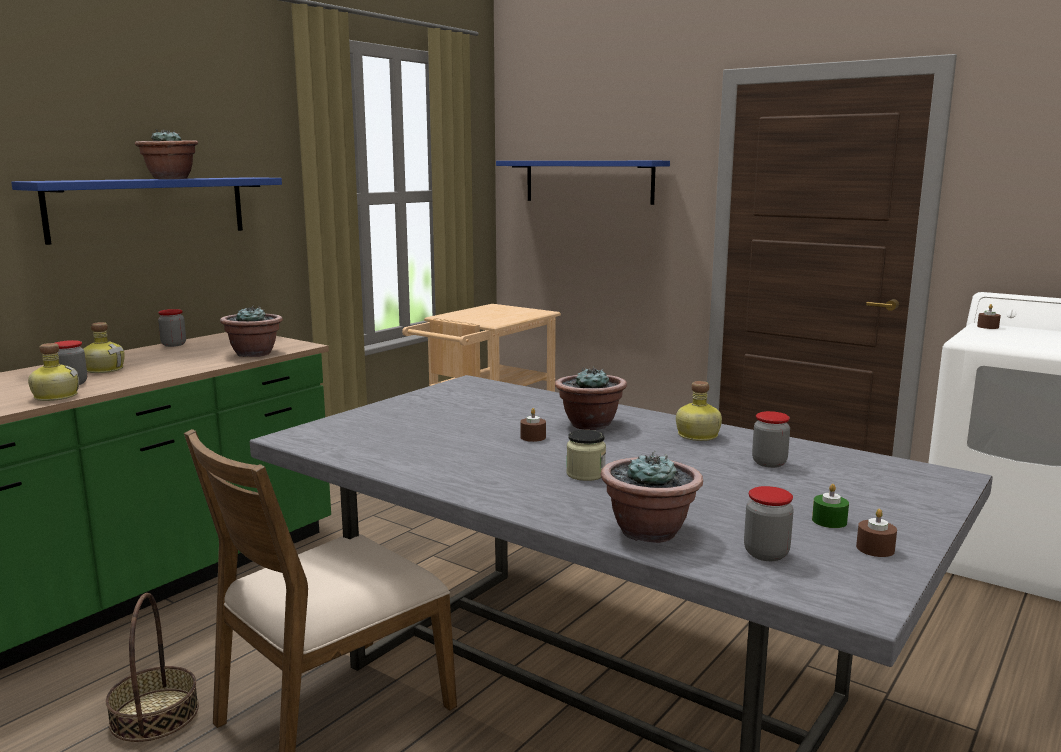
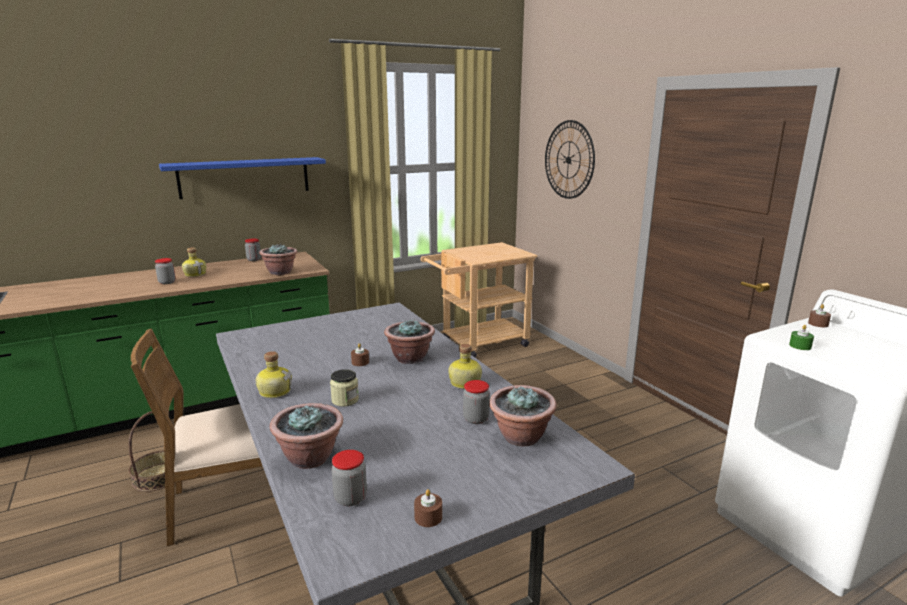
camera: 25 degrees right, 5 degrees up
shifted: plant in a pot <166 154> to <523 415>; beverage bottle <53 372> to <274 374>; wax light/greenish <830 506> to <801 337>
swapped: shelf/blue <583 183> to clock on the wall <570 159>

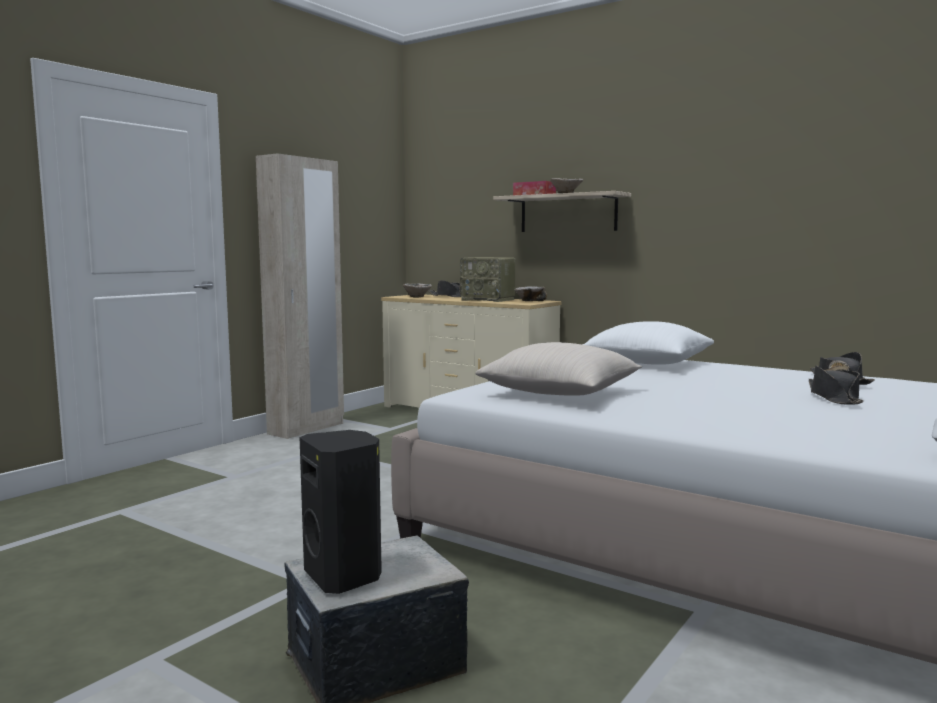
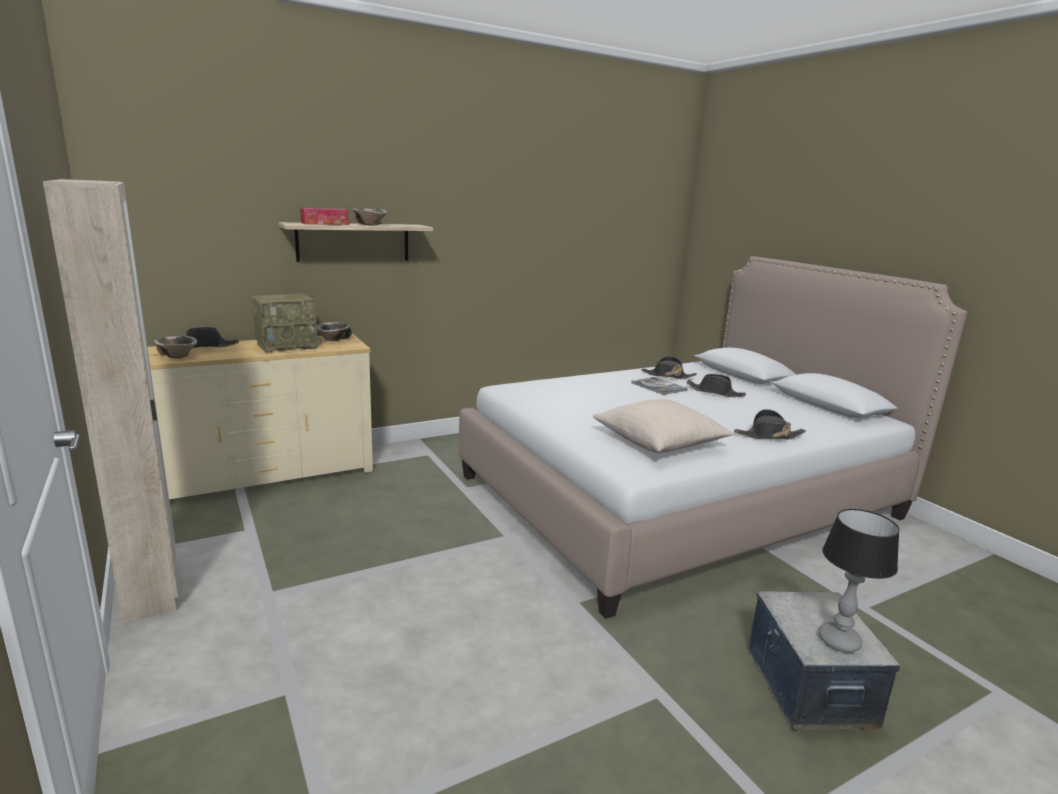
camera: 65 degrees left, 10 degrees up
gone: throw pillow/white <648 343>
new: book <659 386>; clothing hat/black <770 424>
swapped: speaker/black <340 512> to tabletop lamp <859 581>

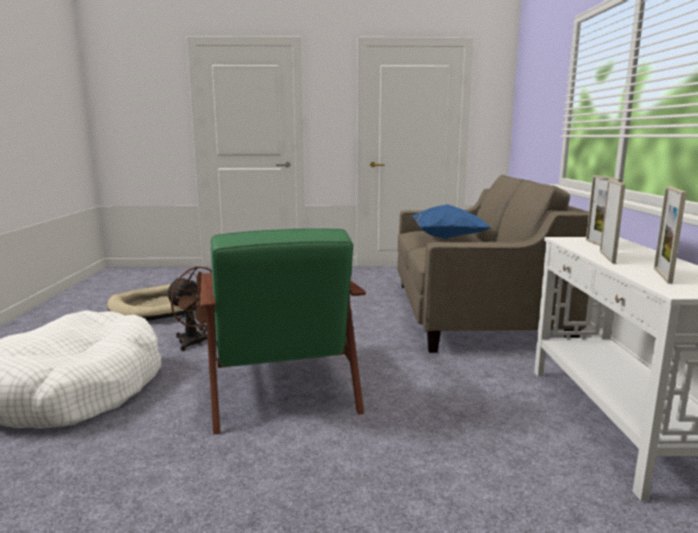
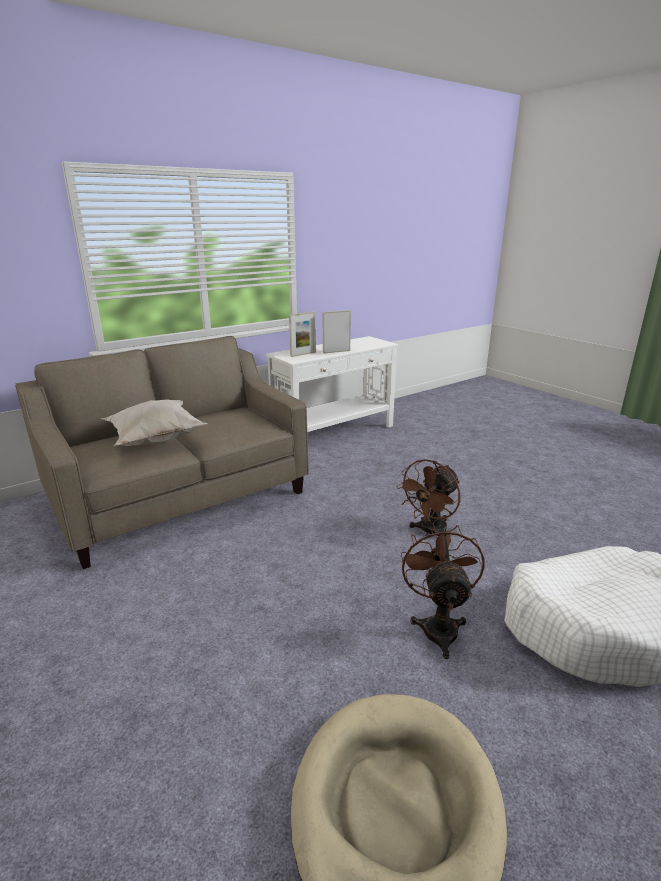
camera: 125 degrees left, 10 degrees up
gone: picture frame <670 235>
swapped: armchair/greenish <283 331> to cooling fan/brown-coloured <428 497>
repainted: throw pillow/blue <451 221> to throw pillow/white <154 422>

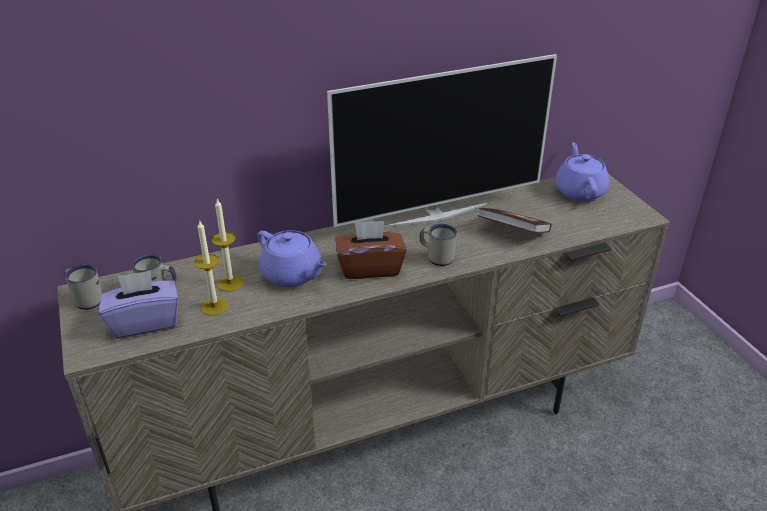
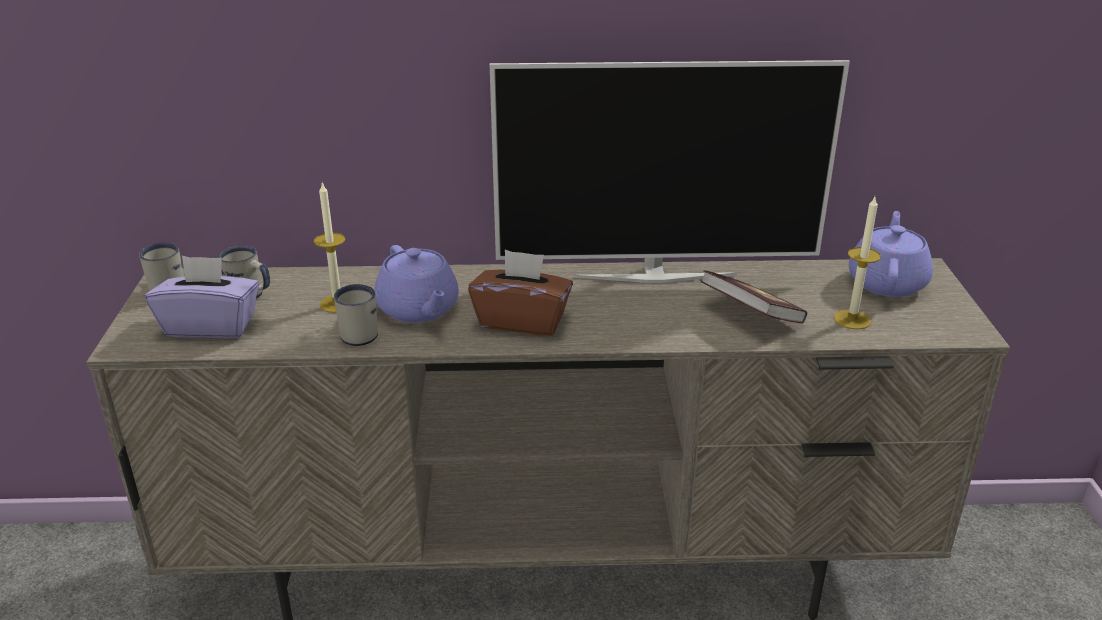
camera: 20 degrees right, 5 degrees down
shifted: wax light <211 268> to <857 263>; tea mug/white <438 245> to <356 315>

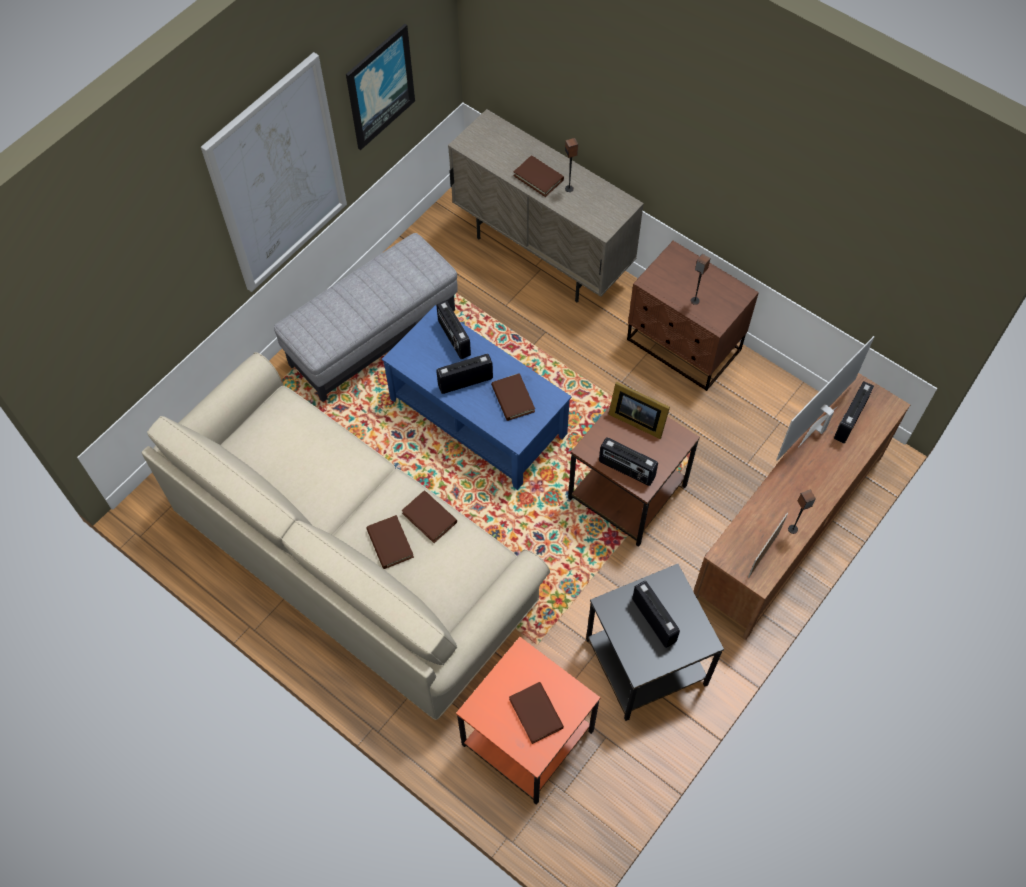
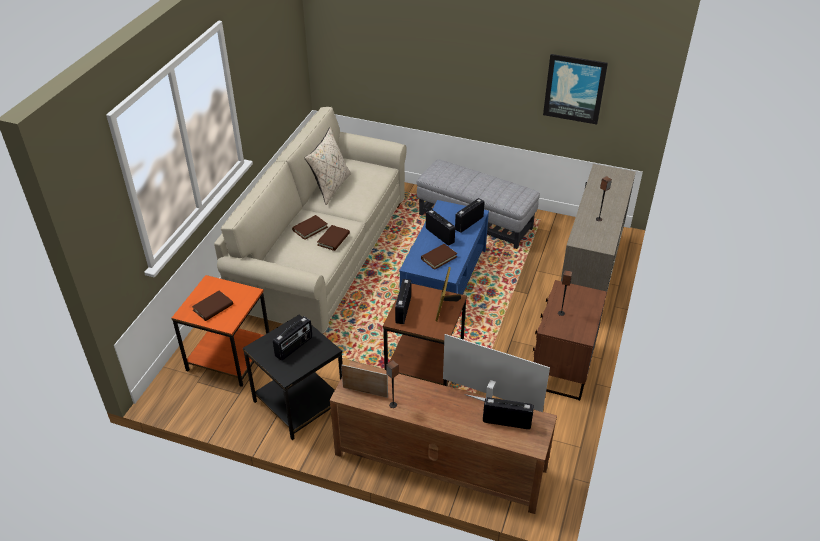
camera: 70 degrees right, 20 degrees down
gone: wall picture <274 172>; book/brown-coloured <539 176>
new: throw pillow/beige-coloured <327 166>

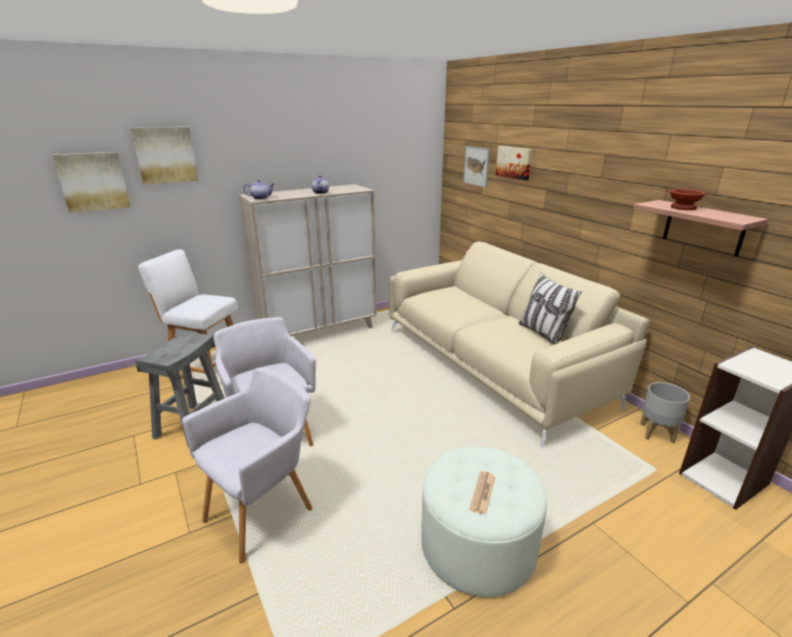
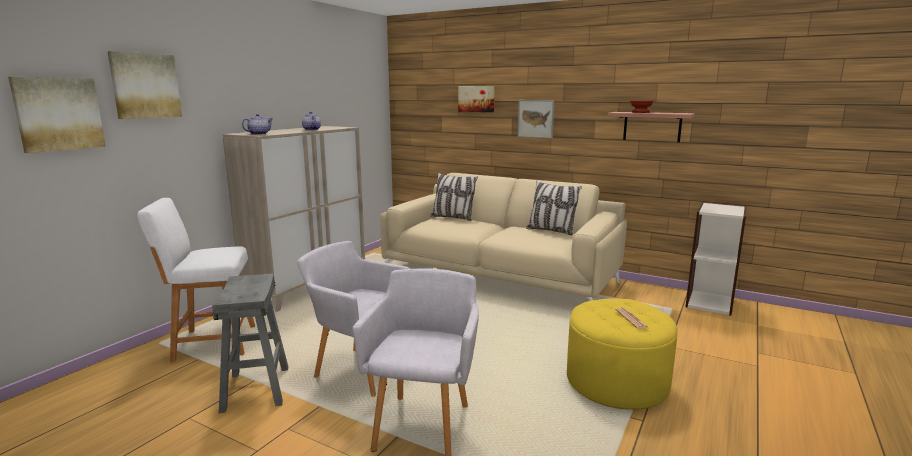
camera: 30 degrees left, 10 degrees down
gone: flower pot/greyish <665 413>
new: throw pillow <454 197>
shifted: wall picture <476 167> to <536 119>
repainted: ottoman/white <484 521> to ottoman/yellow <622 354>

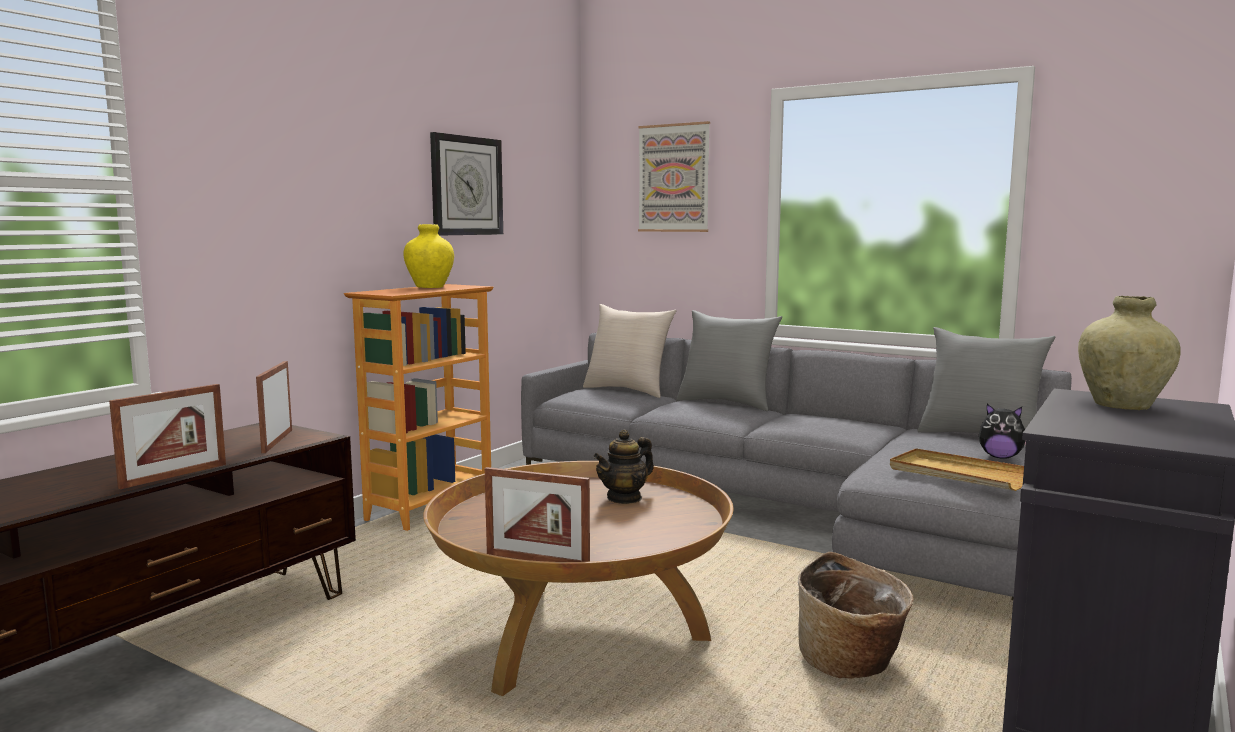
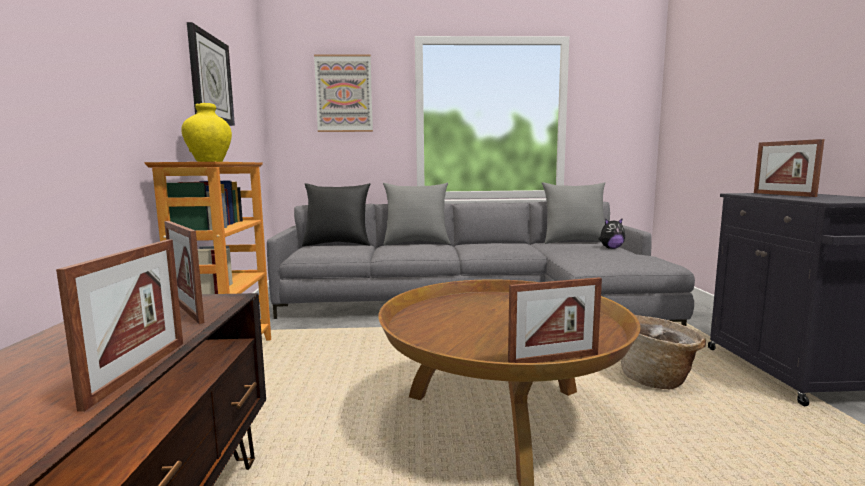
camera: 35 degrees left, 0 degrees up
gone: teapot <623 466>; serving tray/beige-coloured <957 469>
swapped: decorative vase/beige-coloured <1129 352> to picture frame <789 168>
repainted: throw pillow/beige-coloured <630 351> to throw pillow/black <336 214>

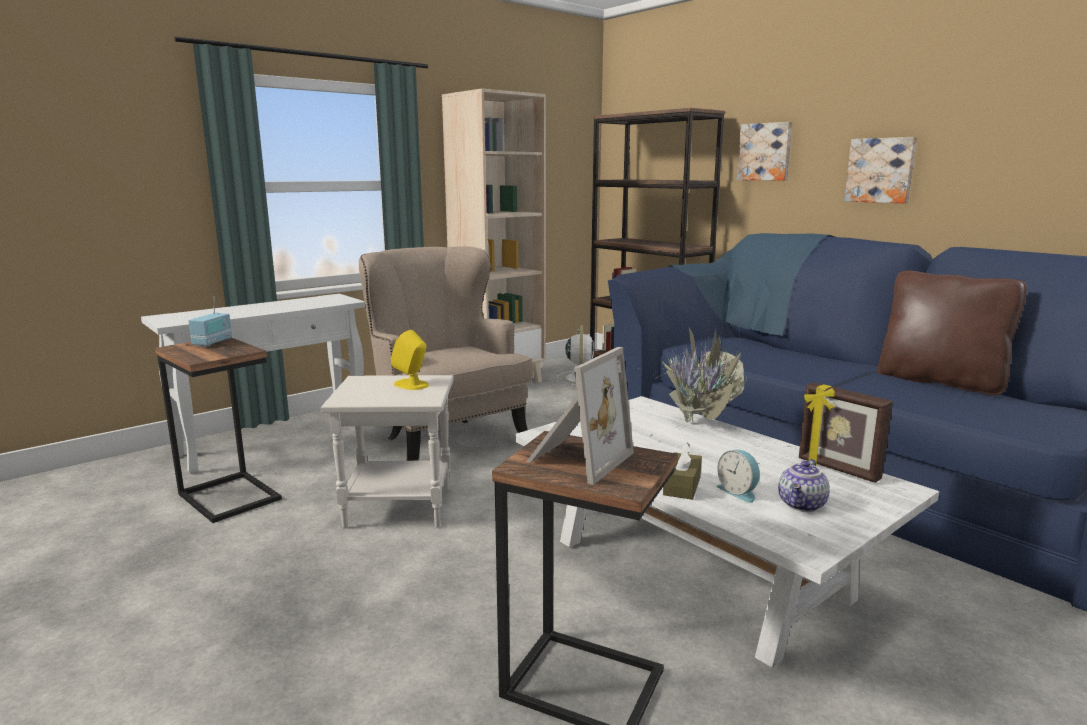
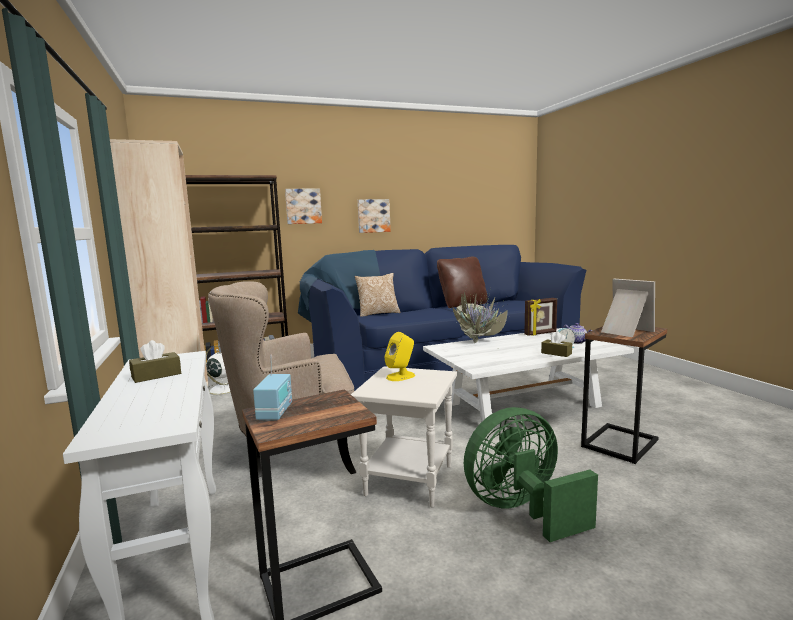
camera: 70 degrees left, 5 degrees down
new: throw pillow <377 294>; box of tissues/brown-coloured <155 361>; cooling fan/greenish <531 474>
rotated: radio <210 322> = <272 388> 60 degrees clockwise

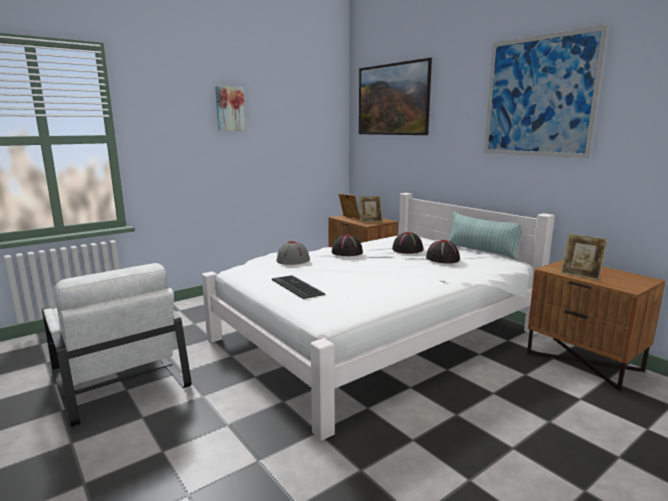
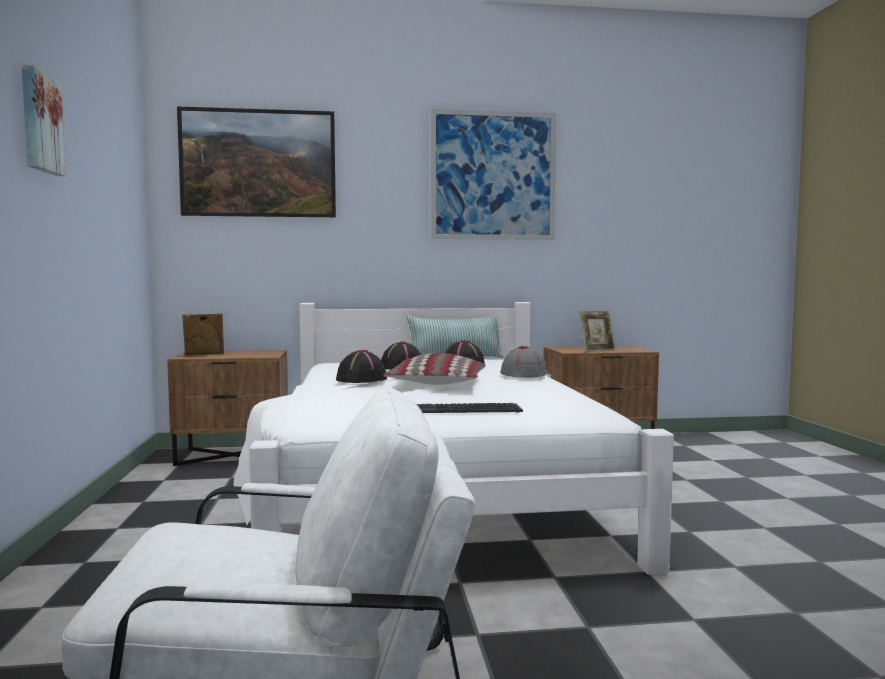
camera: 60 degrees left, 10 degrees down
gone: picture frame <370 209>
new: throw pillow <435 369>
shifted: clothing hat/greyish <293 253> to <524 362>

